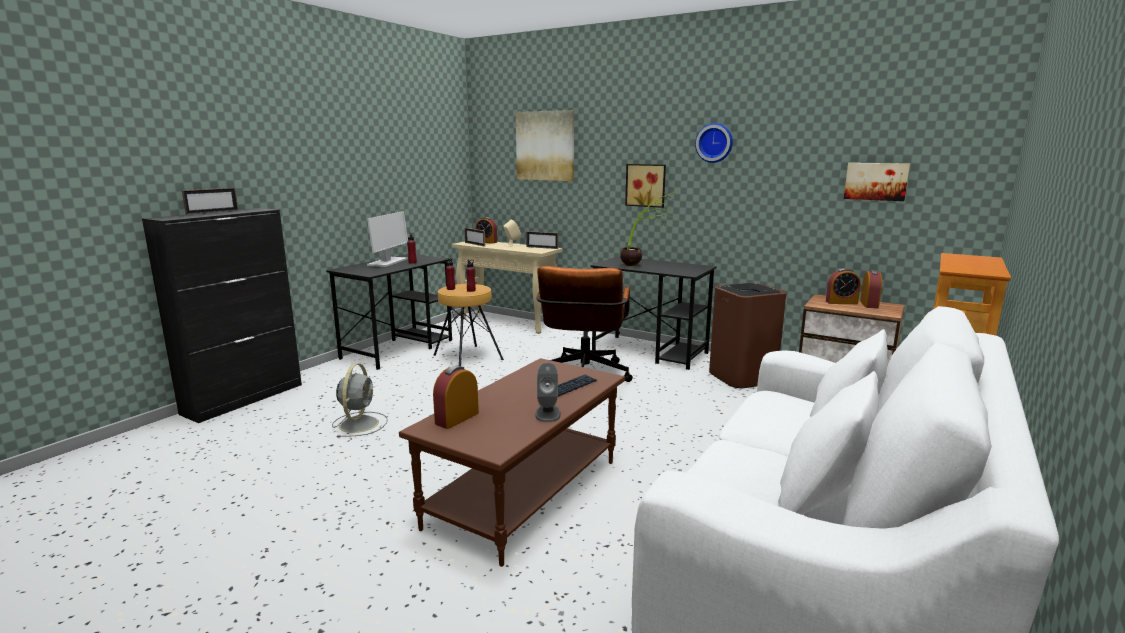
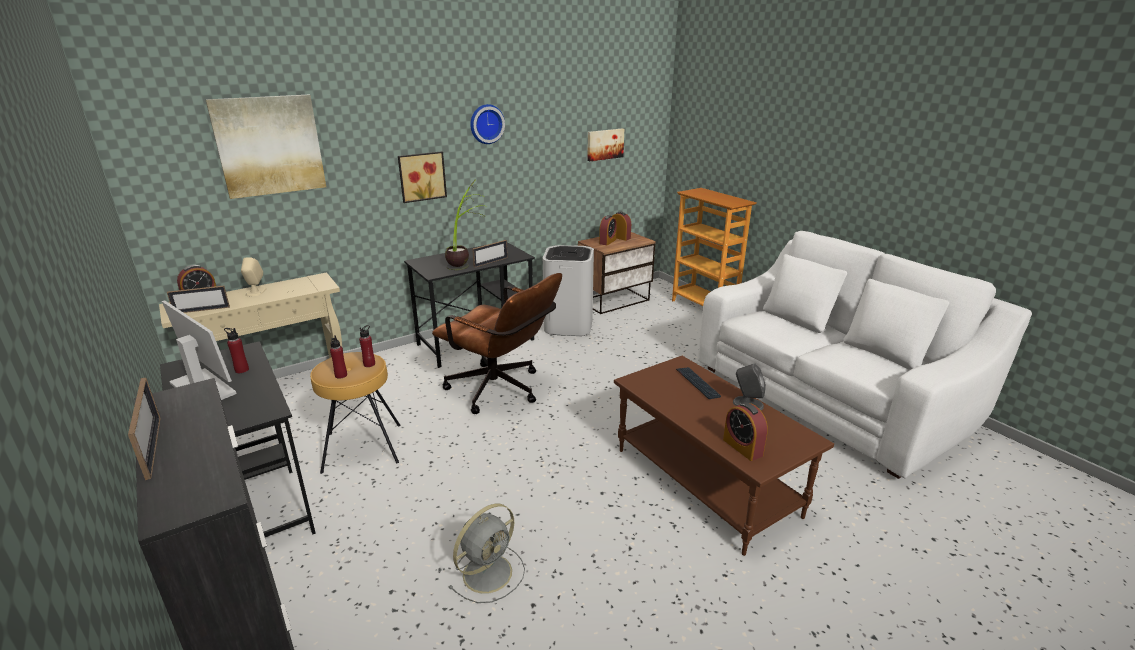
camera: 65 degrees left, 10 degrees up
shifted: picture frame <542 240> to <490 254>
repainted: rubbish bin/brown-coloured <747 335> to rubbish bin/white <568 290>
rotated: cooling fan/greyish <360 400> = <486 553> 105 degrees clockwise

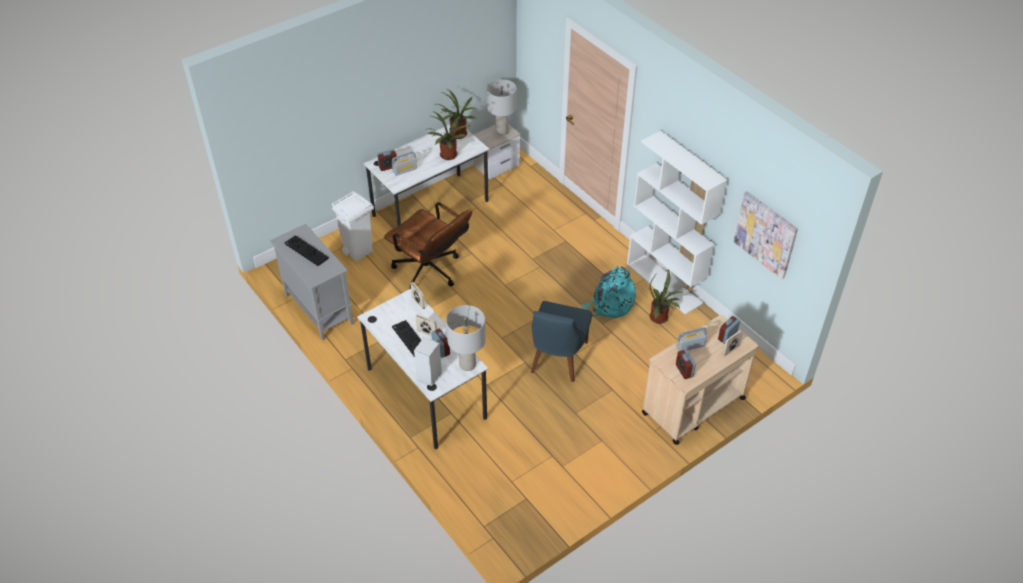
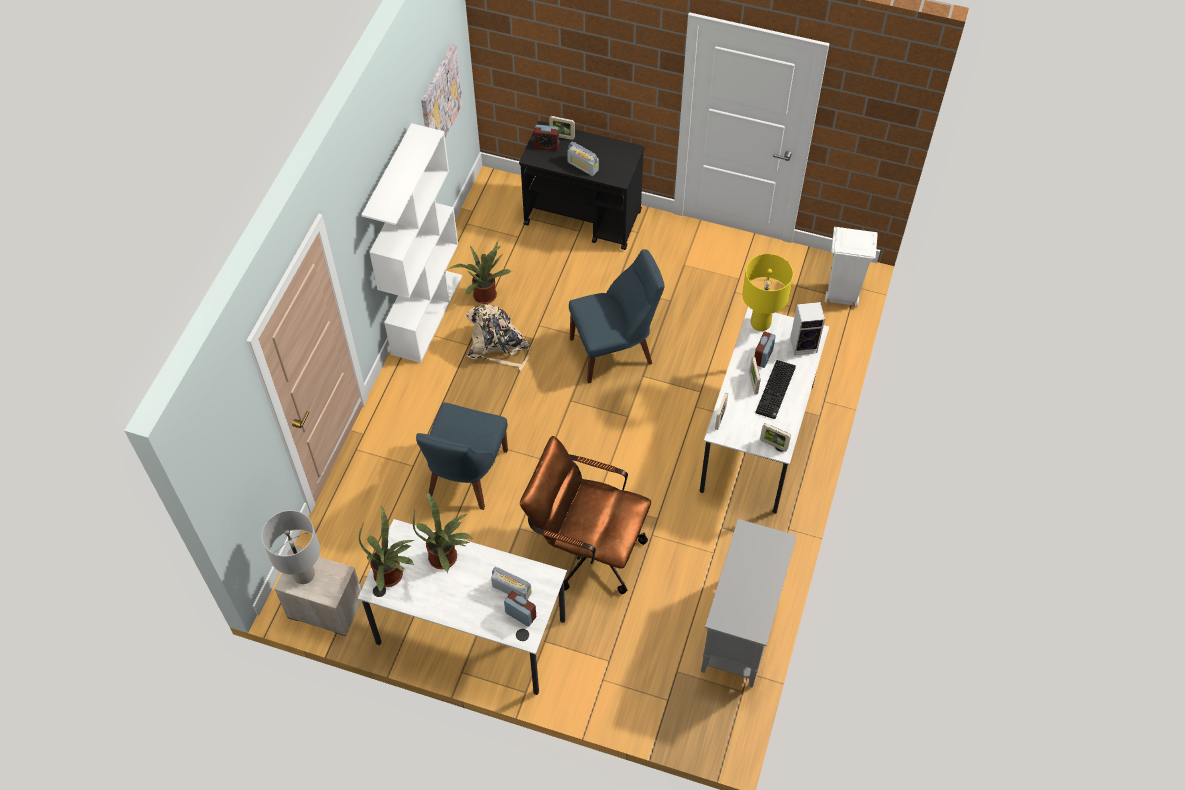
camera: 125 degrees left, 10 degrees up
gone: PC keyboard <306 250>; bedside clock <686 364>
new: upright chair/blue <462 456>; picture frame <775 437>
shifted: rubbish bin/white <353 226> to <851 267>
repainted: knapsack/turquoise <608 292> to knapsack/beige-coloured <498 338>; tabletop lamp/greyish <466 338> to tabletop lamp/yellow <767 292>; trolley/beige-coloured <700 380> to trolley/black <581 185>
rotated: office chair/brown-coloured <428 245> = <585 515> 75 degrees counterclockwise

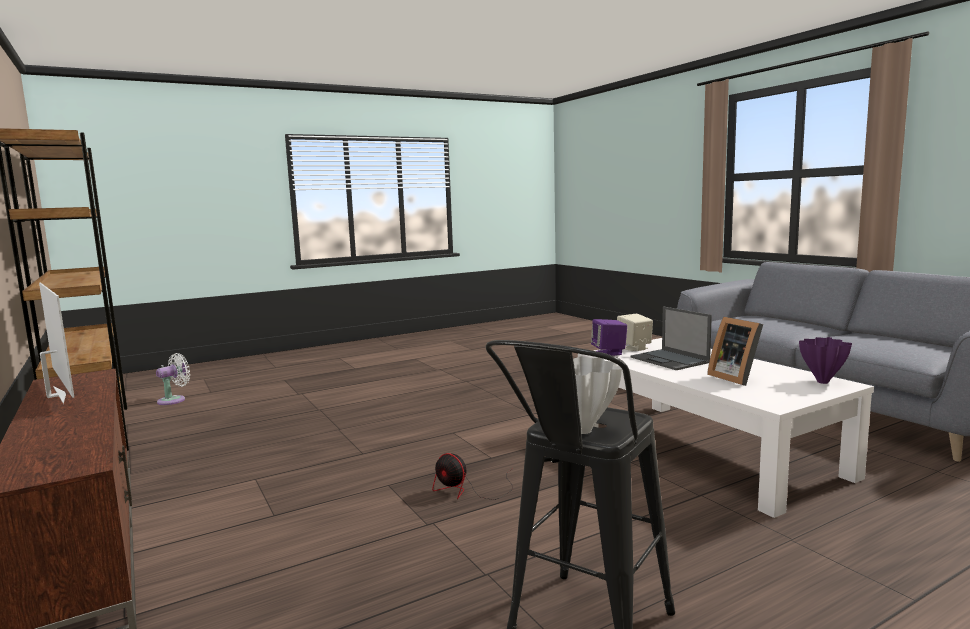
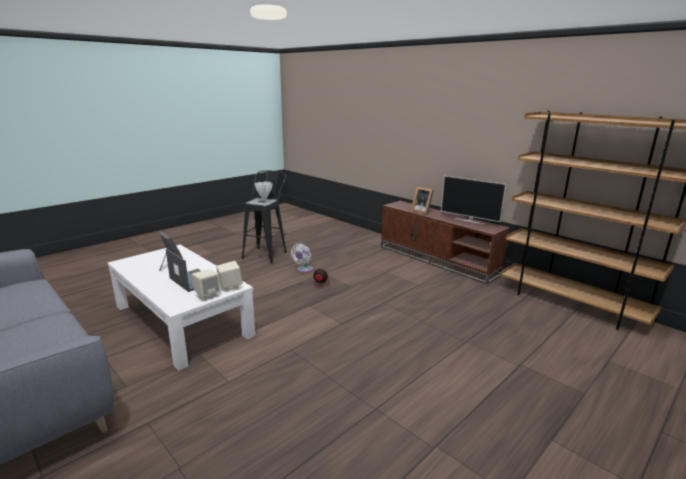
camera: 165 degrees right, 10 degrees up
gone: decorative vase/purple-coloured <825 360>
new: picture frame <422 200>
shifted: cooling fan/white <173 379> to <302 258>
repainted: speaker/purple-coloured <609 337> to speaker/beige-coloured <229 276>

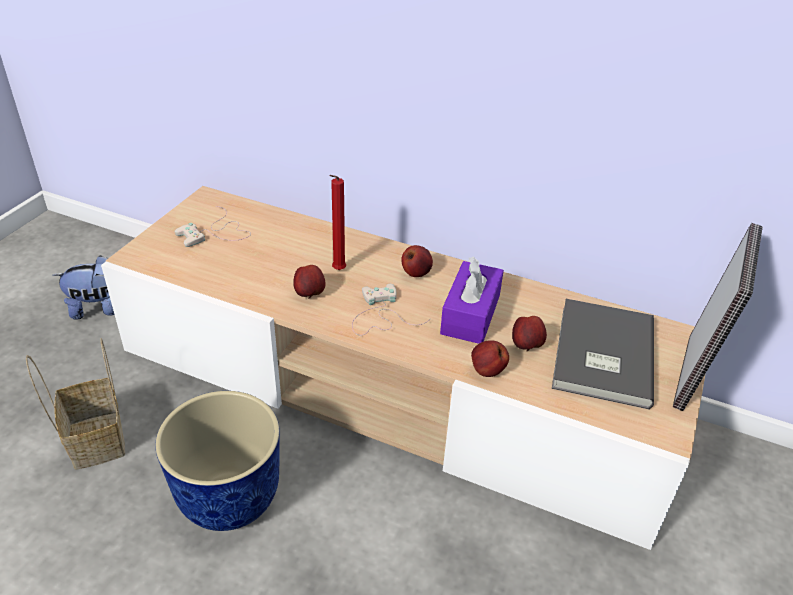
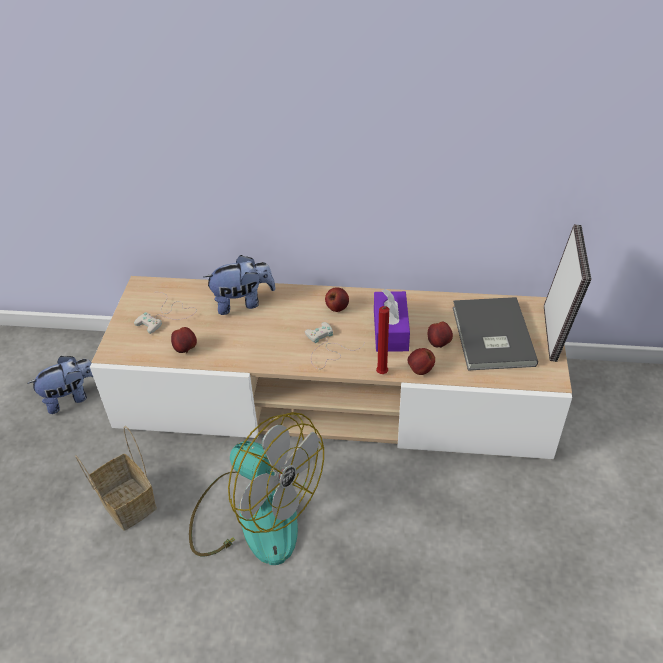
camera: 15 degrees left, 5 degrees up
new: plush toy <240 285>
shifted: wax light/red <337 222> to <382 340>; apple fruit <309 282> to <184 340>
swapped: flower pot <217 461> to cooling fan <256 488>

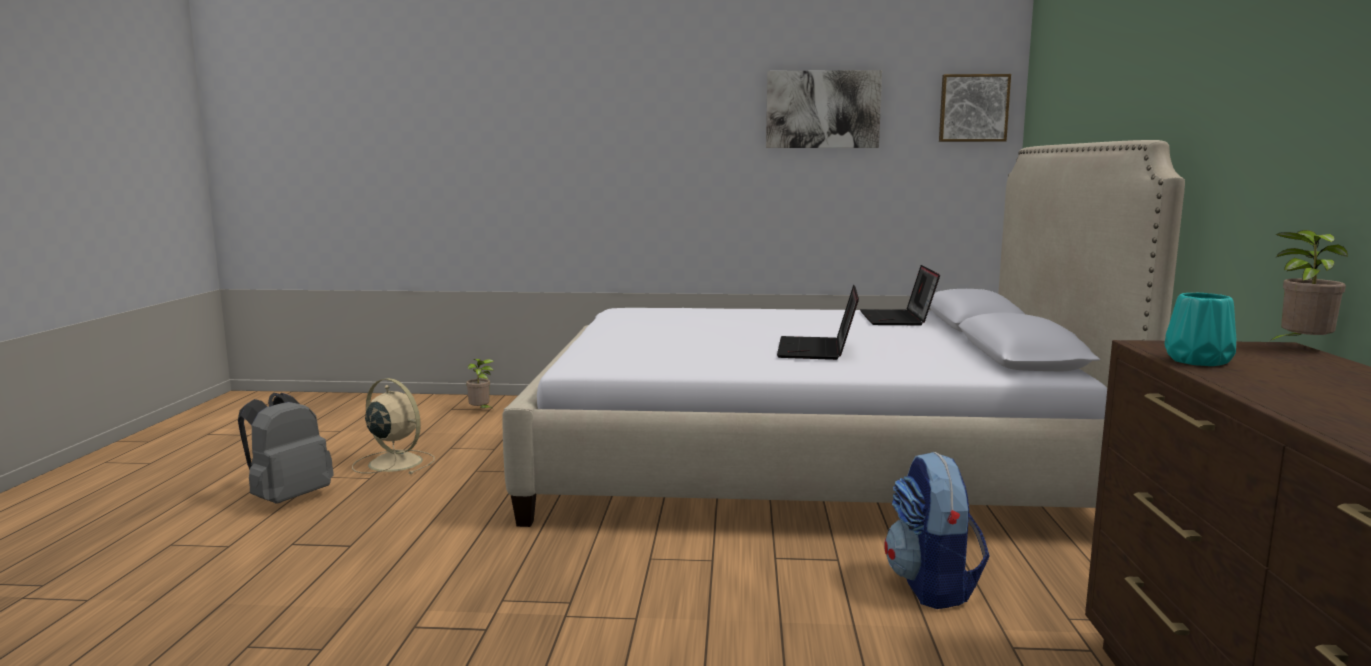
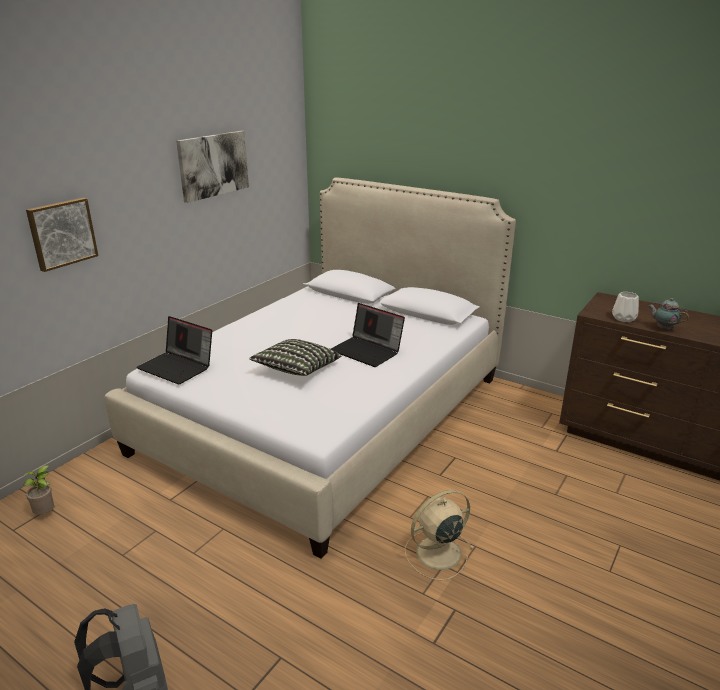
camera: 60 degrees left, 15 degrees up
gone: plant in a pot <1307 286>; knapsack <937 530>
new: teapot <668 314>; throw pillow <295 357>
shifted: wall picture <975 108> to <62 235>; portable computer <900 295> to <174 350>; cooling fan/beige-coloured <393 426> to <440 535>
repainted: decorative vase/turquoise <1200 329> to decorative vase/white <625 307>

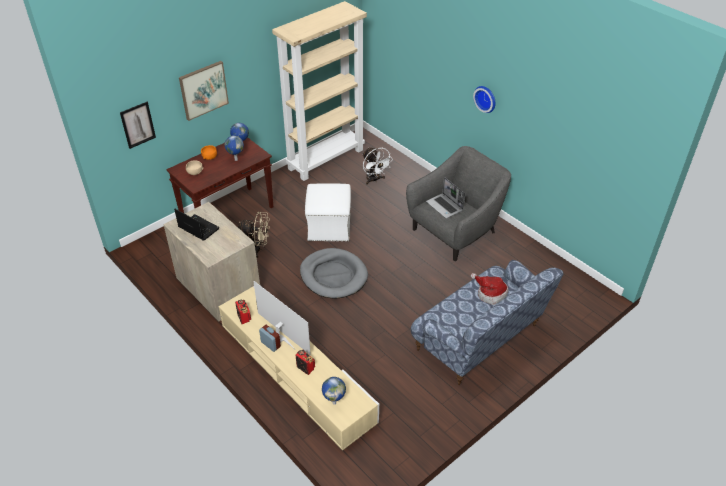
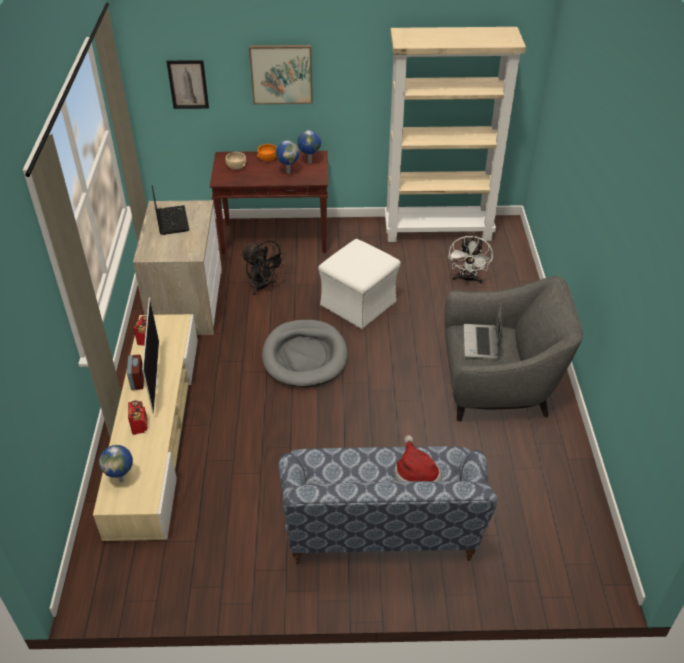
camera: 40 degrees right, 0 degrees up
gone: clock on the wall <484 99>
repainted: cooling fan/beige-coloured <254 235> to cooling fan/black <263 268>

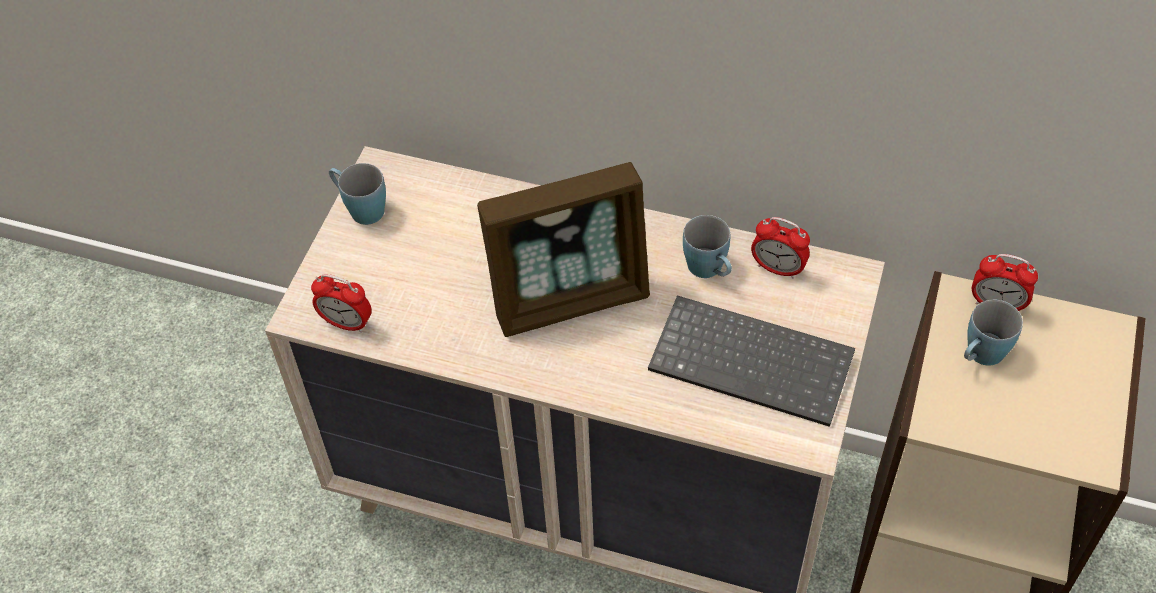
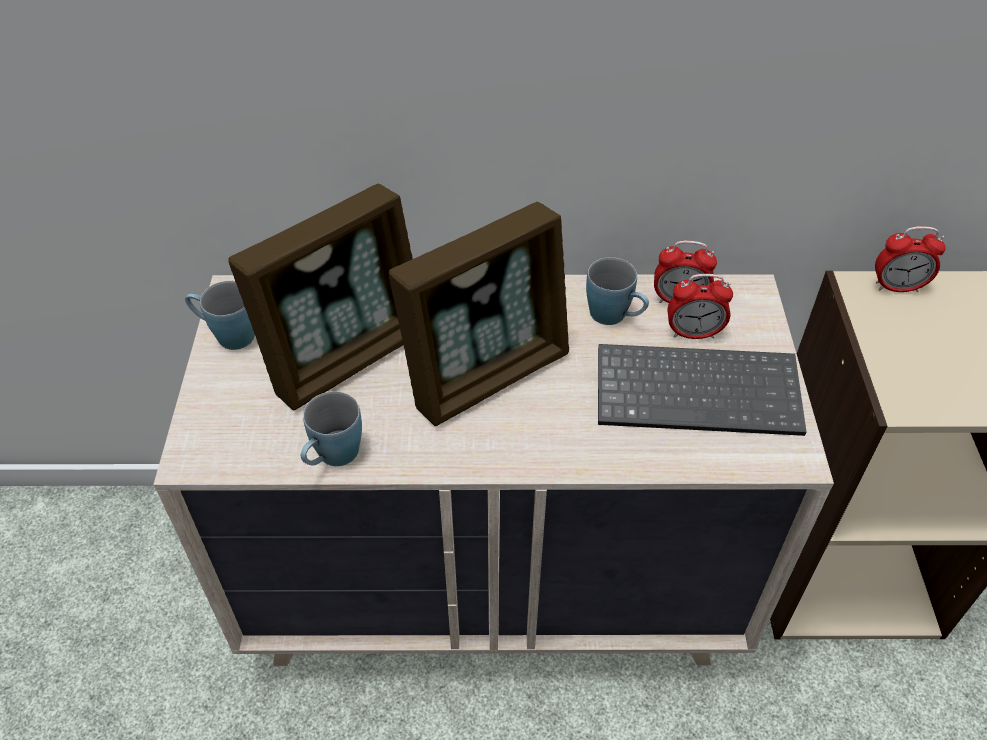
camera: 20 degrees left, 5 degrees down
new: picture frame <320 297>
shifted: bedside clock <341 303> to <700 306>; tea mug/blue <993 332> to <331 428>

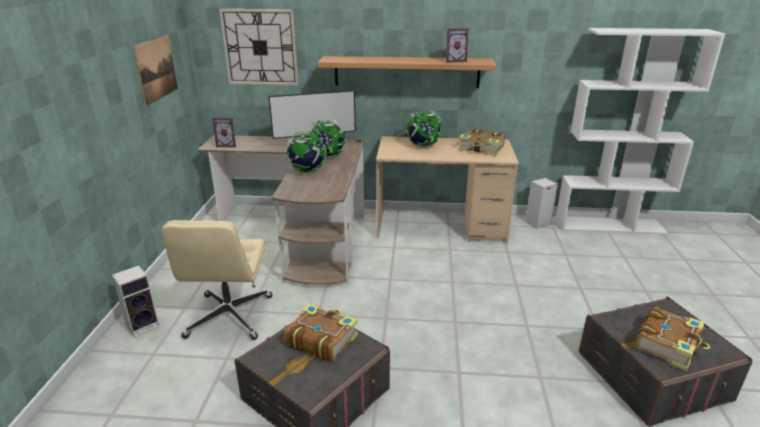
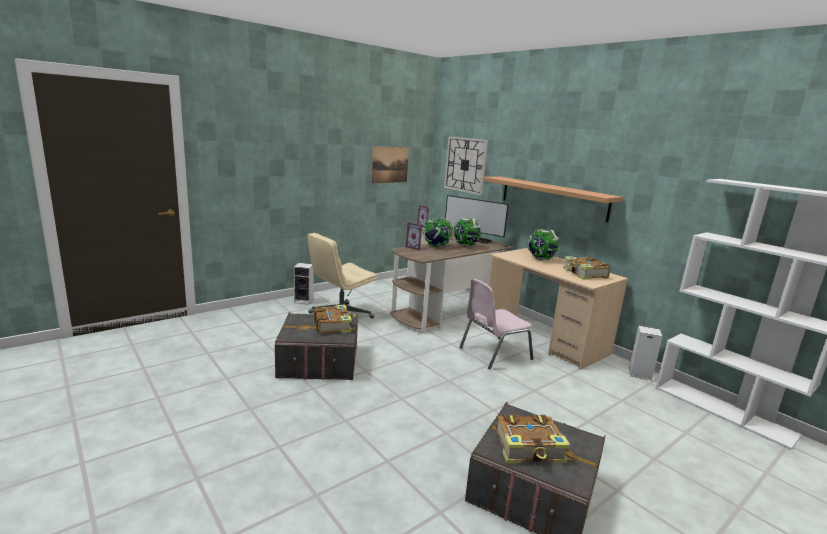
camera: 45 degrees right, 10 degrees down
new: upright chair/pink-coloured <496 324>
shifted: picture frame <457 45> to <414 236>

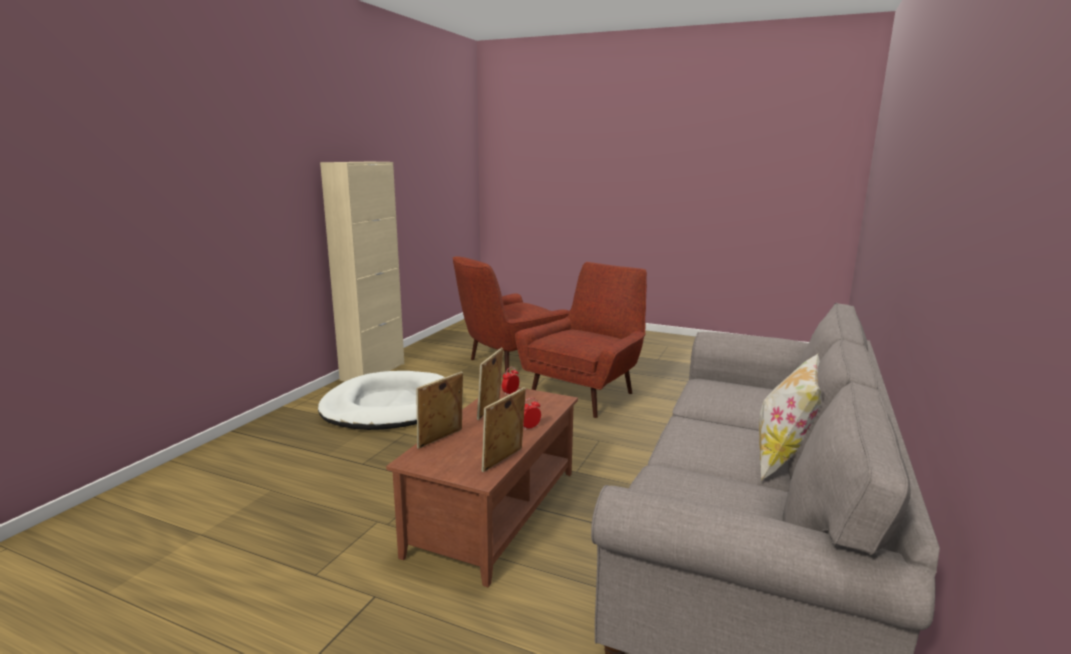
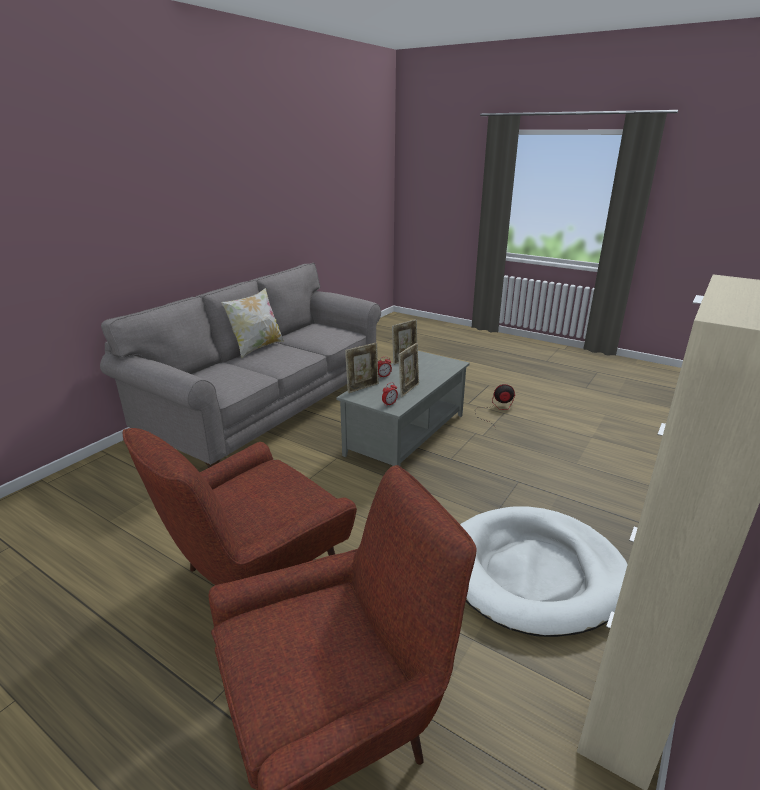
camera: 170 degrees left, 10 degrees up
new: cooling fan <495 403>
shifted: picture frame <439 410> to <362 368>
repainted: coffee table/brown-coloured <482 485> to coffee table/greyish <403 408>

